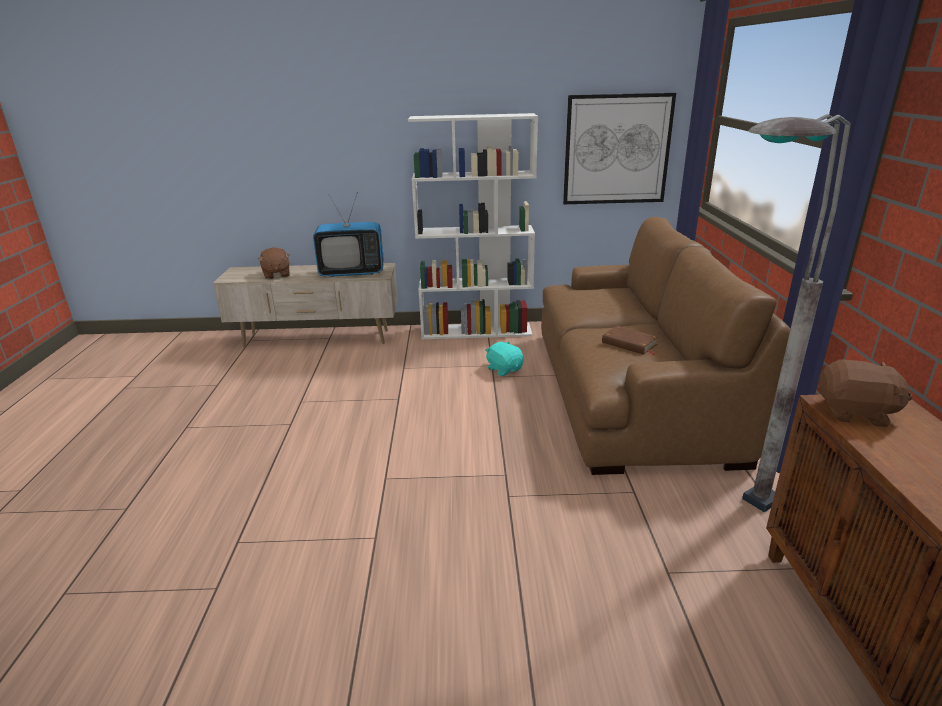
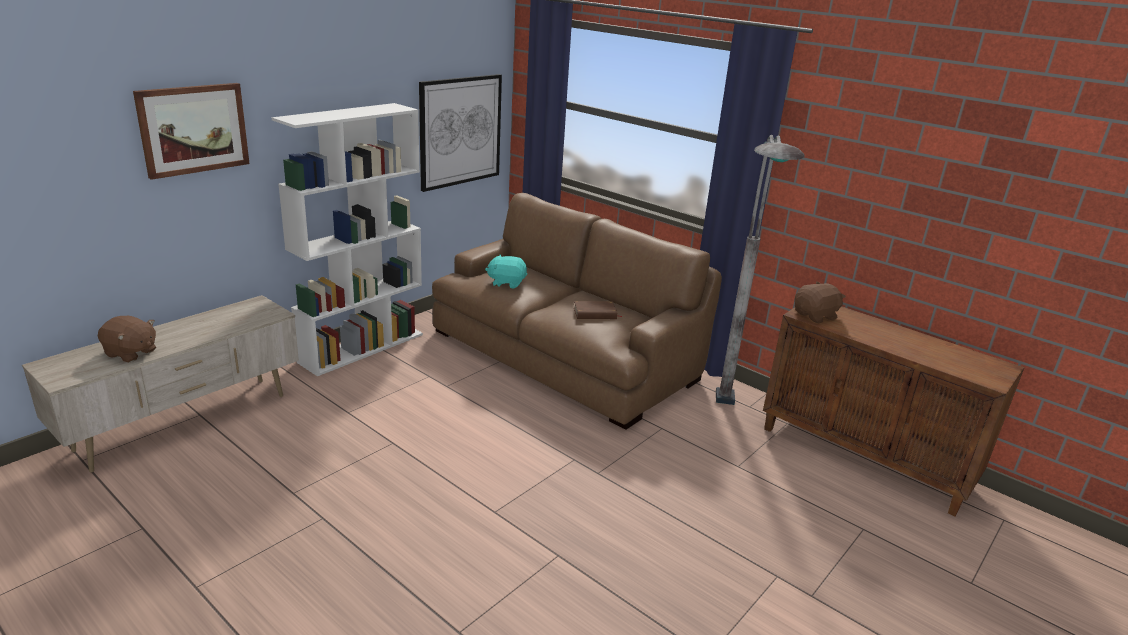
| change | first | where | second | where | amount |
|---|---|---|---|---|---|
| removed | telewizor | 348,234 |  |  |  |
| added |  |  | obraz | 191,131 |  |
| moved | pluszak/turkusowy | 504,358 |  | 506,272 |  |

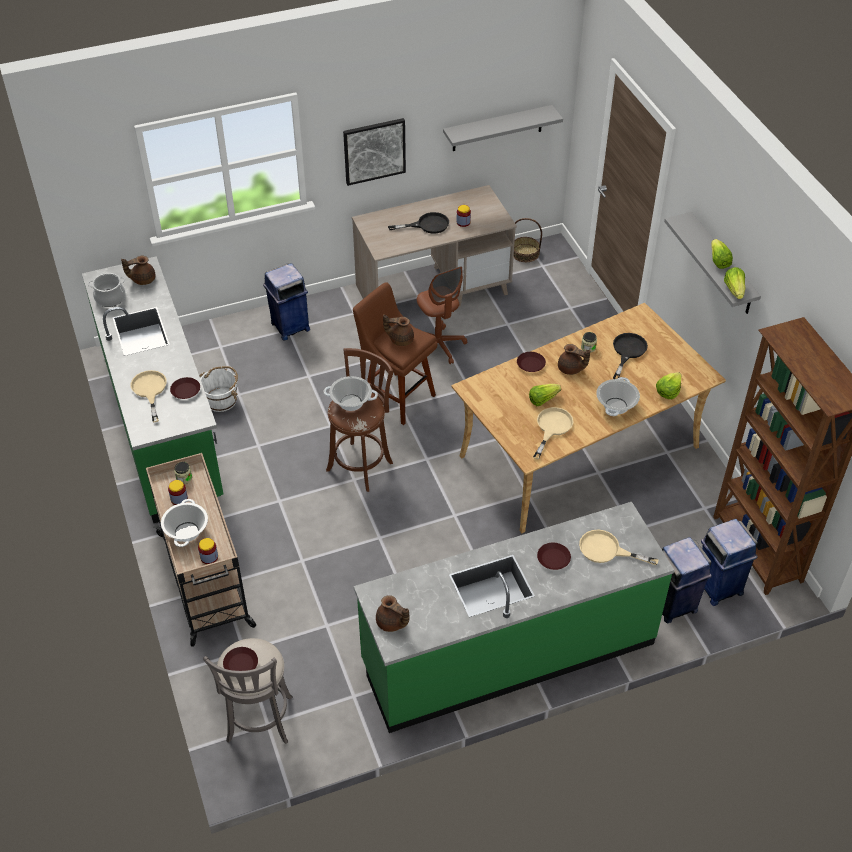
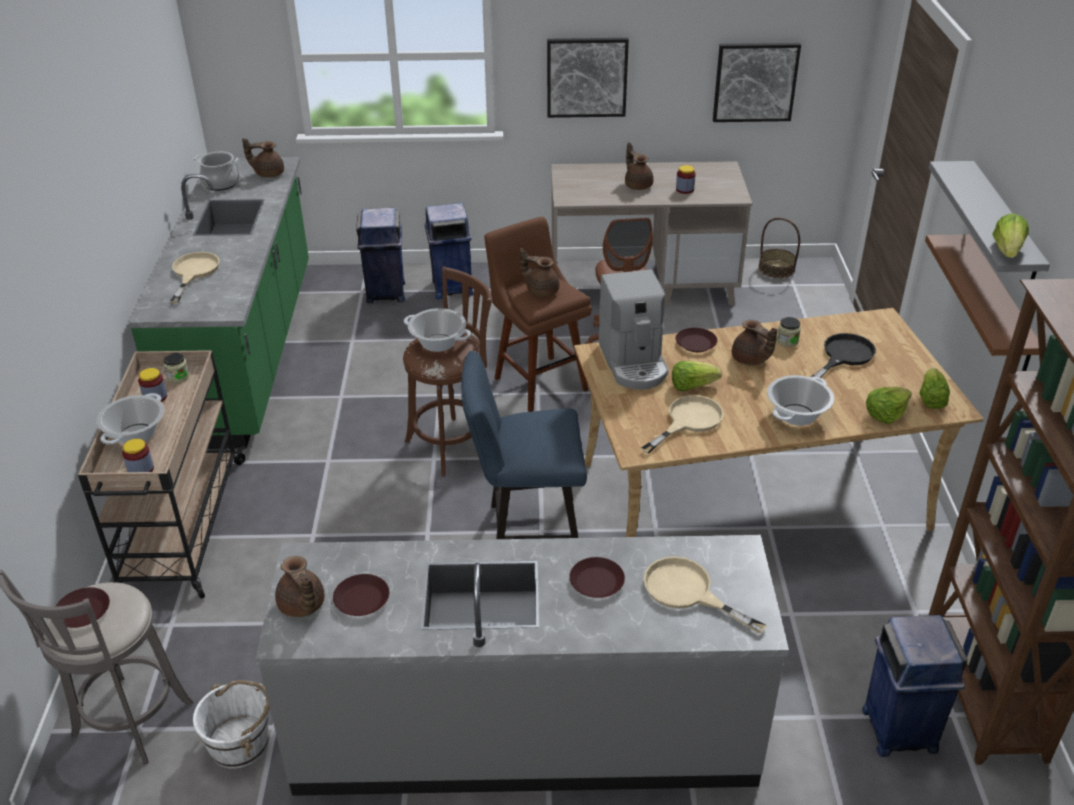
| change | first | where | second | where | amount |
|---|---|---|---|---|---|
| added |  |  | krzesło/niebieski | 524,445 |  |
| added |  |  | ekspres do kawy | 634,329 |  |
| added |  |  | półka/brązowy | 982,302 |  |
| moved | talerz/brązowy | 185,388 |  | 361,595 |  |
| moved | wiadro/biały | 218,389 |  | 231,724 |  |
| moved | kosz na śmieci/niebieski | 687,580 |  | 380,255 |  |
| moved | sałata | 722,254 |  | 934,388 |  |
| replaced | patelnia/czarny | 418,223 | imbryk/brązowy | 639,166 |  |
| replaced | półka/szary | 503,128 | obraz | 757,82 |  |
| recoloured | zabudowa kuchenna/zielony | 514,617 | zabudowa kuchenna/szary | 522,665 |  |

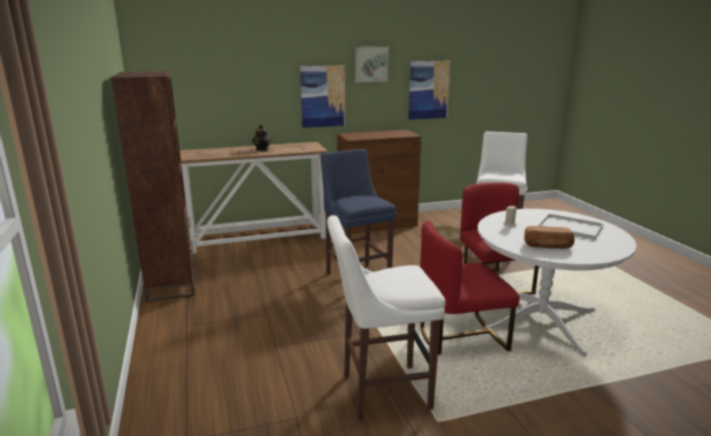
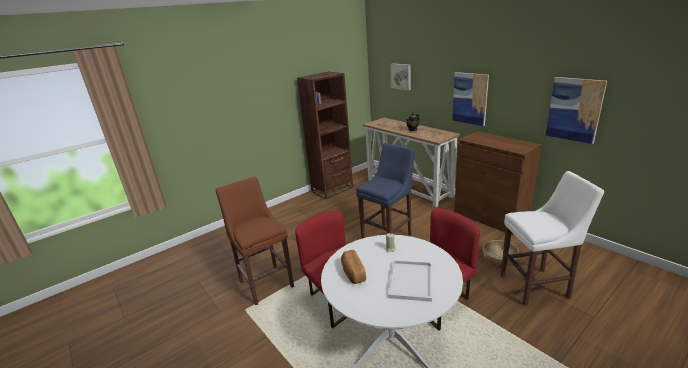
| change | first | where | second | where | amount |
|---|---|---|---|---|---|
| moved | obraz | 372,64 |  | 400,76 |  |
| recoloured | stołek/biały | 386,318 | stołek/brązowy | 255,241 |  |

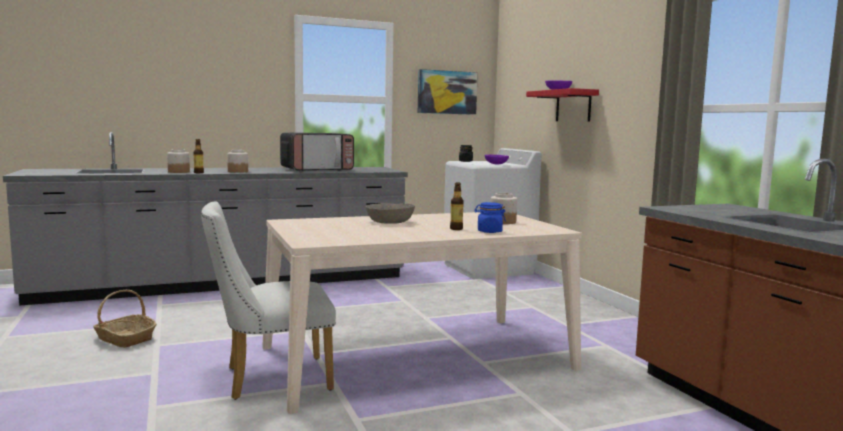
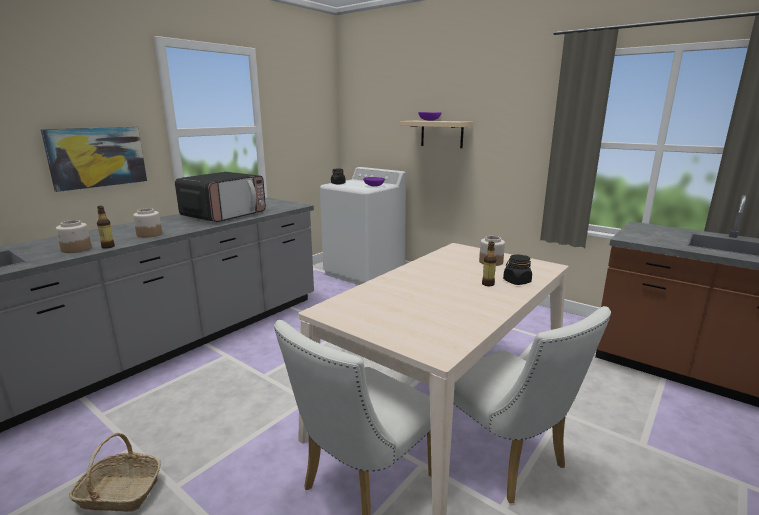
| change | first | where | second | where | amount |
|---|---|---|---|---|---|
| removed | miska/szary | 390,213 |  |  |  |
| added |  |  | krzesło/biały | 532,404 |  |
| moved | obraz | 448,92 |  | 93,159 |  |
| recoloured | słoik/niebieski | 490,217 | słoik/czarny | 517,270 |  |
| recoloured | półka/czerwony | 562,105 | półka/beżowy | 436,134 |  |

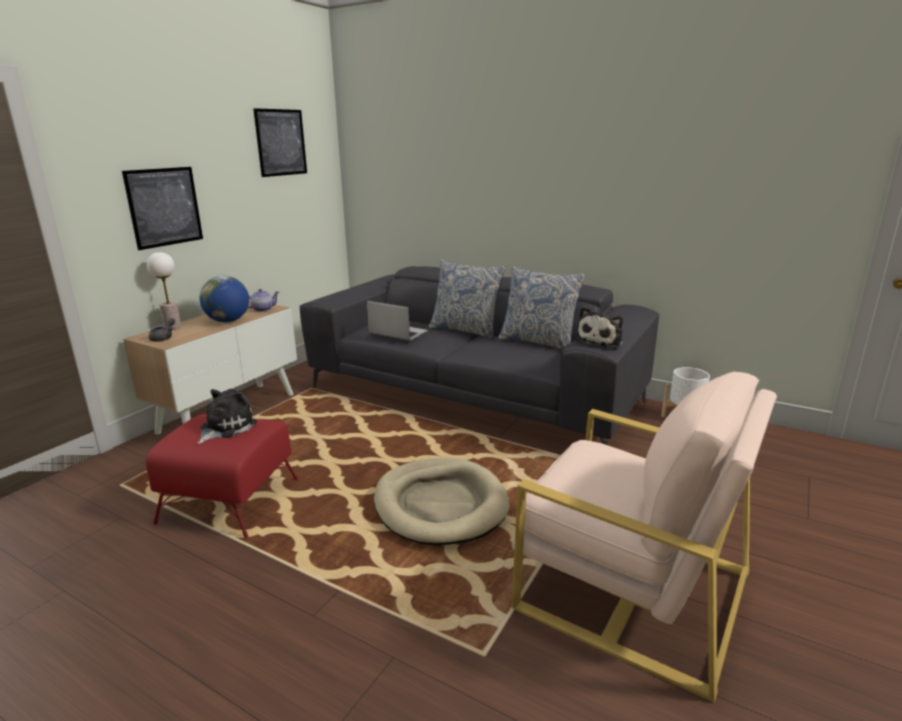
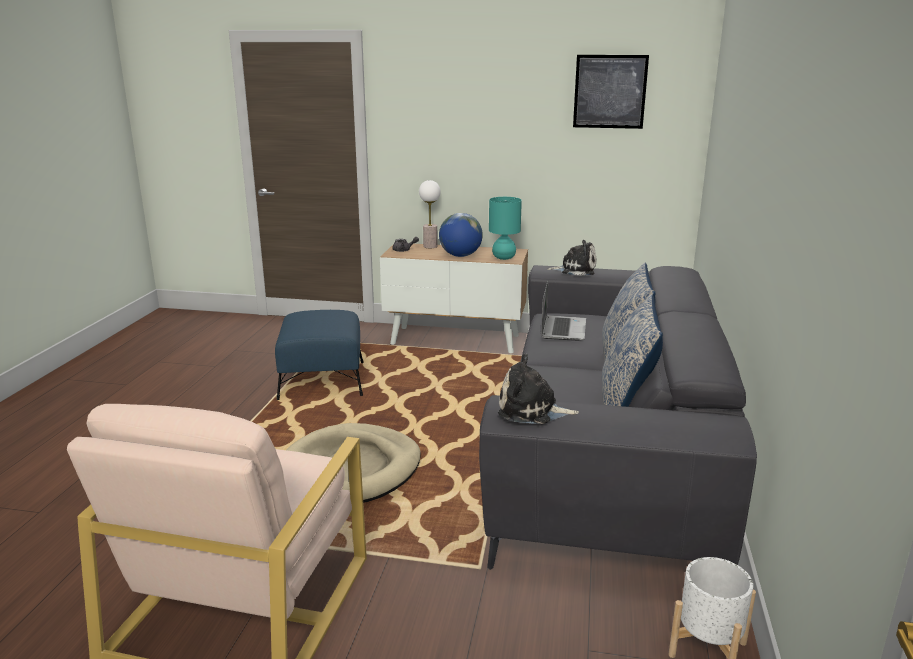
| change | first | where | second | where | amount |
|---|---|---|---|---|---|
| removed | obraz | 162,208 |  |  |  |
| moved | pluszak | 227,416 |  | 572,258 |  |
| replaced | imbryk | 263,300 | lampa stołowa/turkusowy | 505,228 |  |
| recoloured | pufa/czerwony | 221,476 | pufa/niebieski | 319,355 |  |

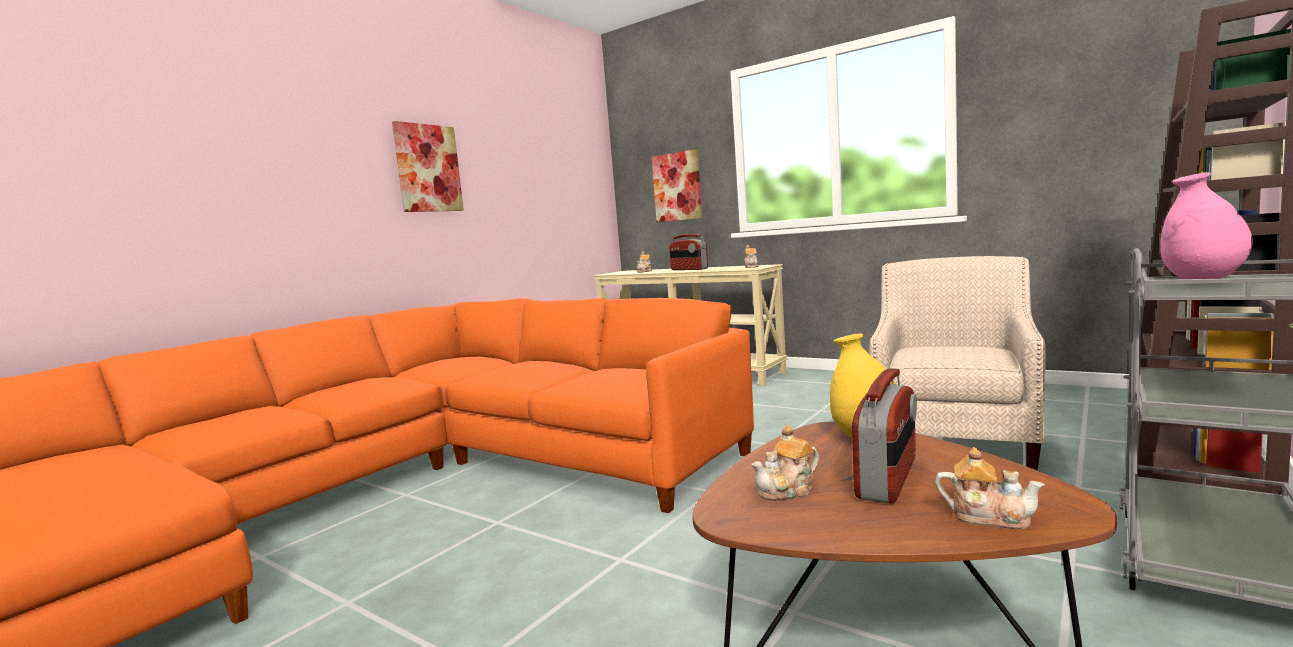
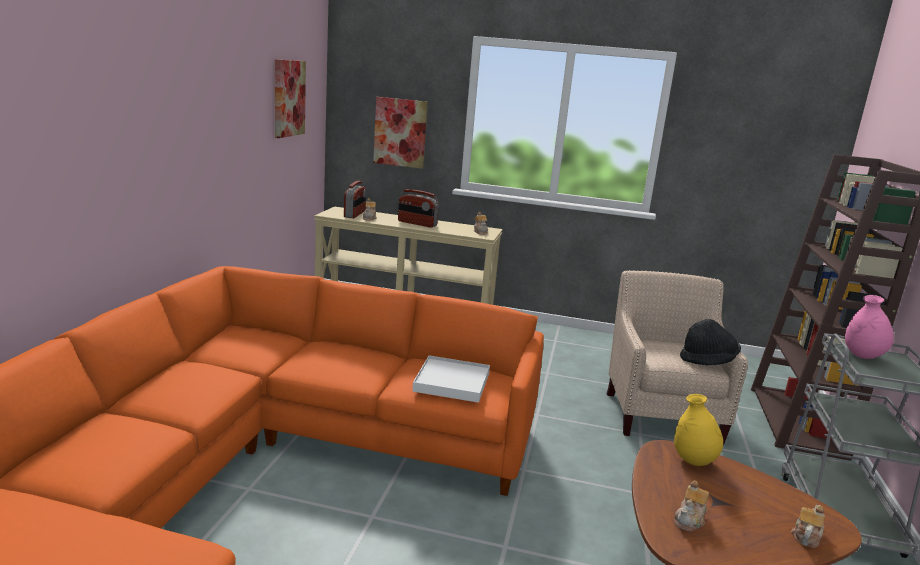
| change | first | where | second | where | amount |
|---|---|---|---|---|---|
| added |  |  | taca/biały | 451,379 |  |
| added |  |  | kapelusz/czarny | 710,342 |  |
| moved | obraz | 428,166 |  | 290,98 |  |
| moved | radio | 884,435 |  | 355,199 |  |
| turned | imbryk | 990,488 |  | 808,526 | 60 degrees counterclockwise |

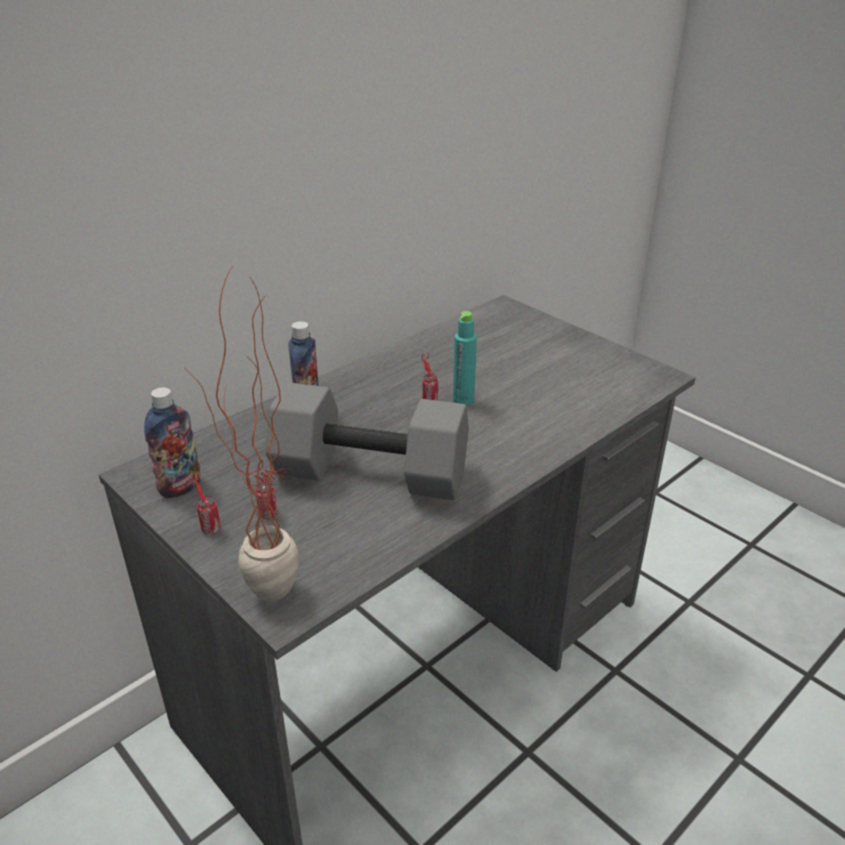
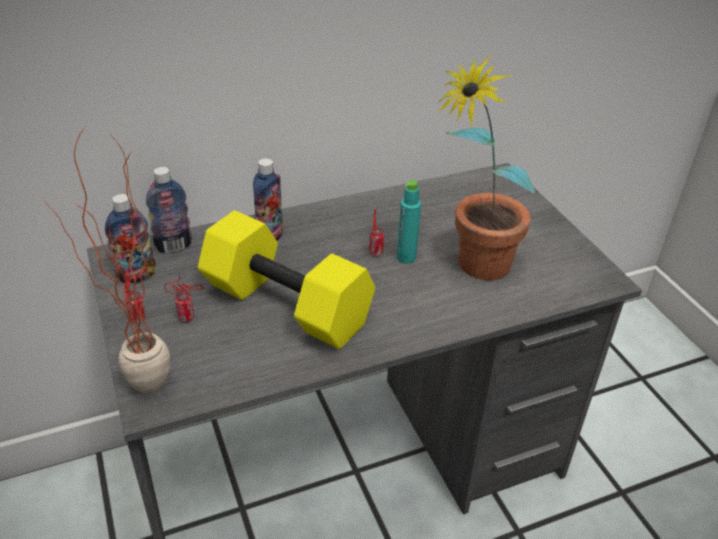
| change | first | where | second | where | amount |
|---|---|---|---|---|---|
| added |  |  | butelka | 169,210 |  |
| added |  |  | roślina doniczkowa | 486,167 |  |
| recoloured | hantel/szary | 367,441 | hantel/żółty | 286,279 |  |

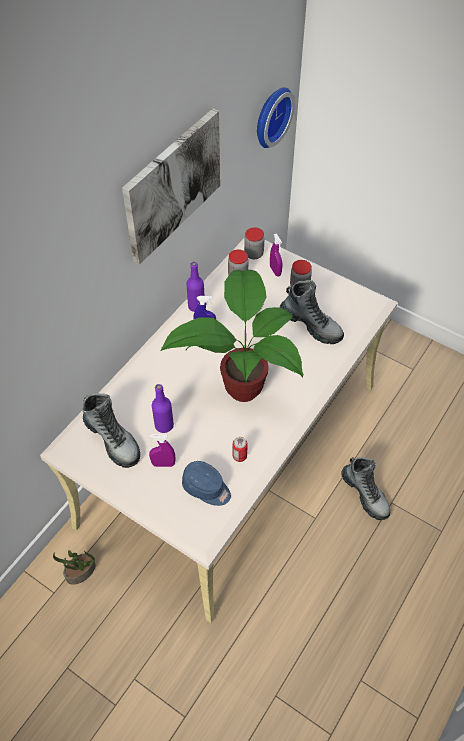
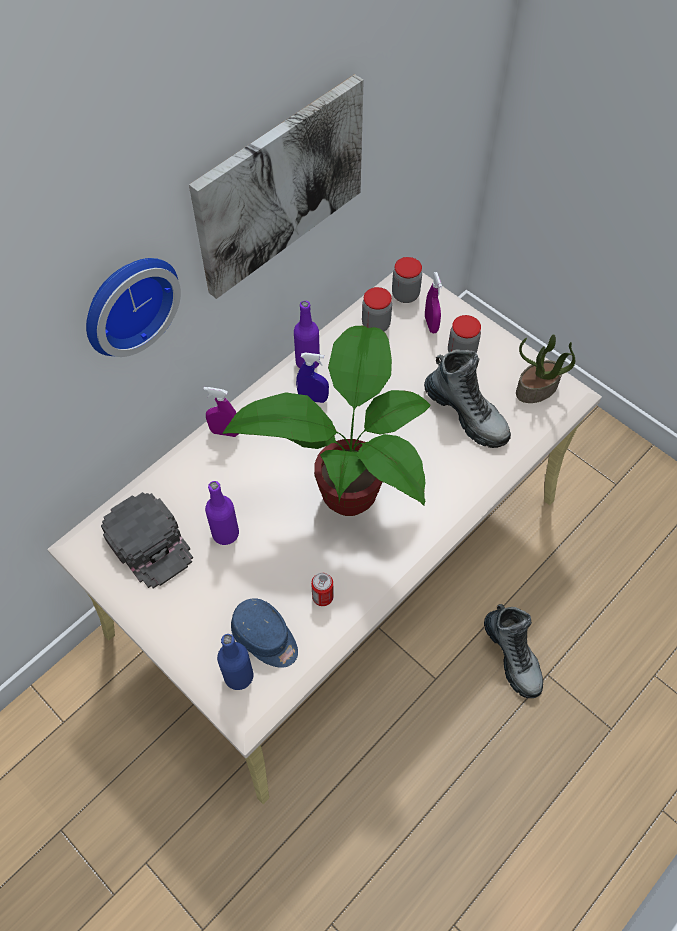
| change | first | where | second | where | amount |
|---|---|---|---|---|---|
| added |  |  | butelka/niebieski | 235,662 |  |
| moved | roślina doniczkowa | 74,567 |  | 545,368 |  |
| moved | spryskiwacz/fioletowy | 162,450 |  | 221,412 |  |
| moved | zegar ścienny | 276,117 |  | 133,307 |  |
| replaced | but z cholewką | 111,430 | czapka z daszkiem/czarny | 147,540 |  |

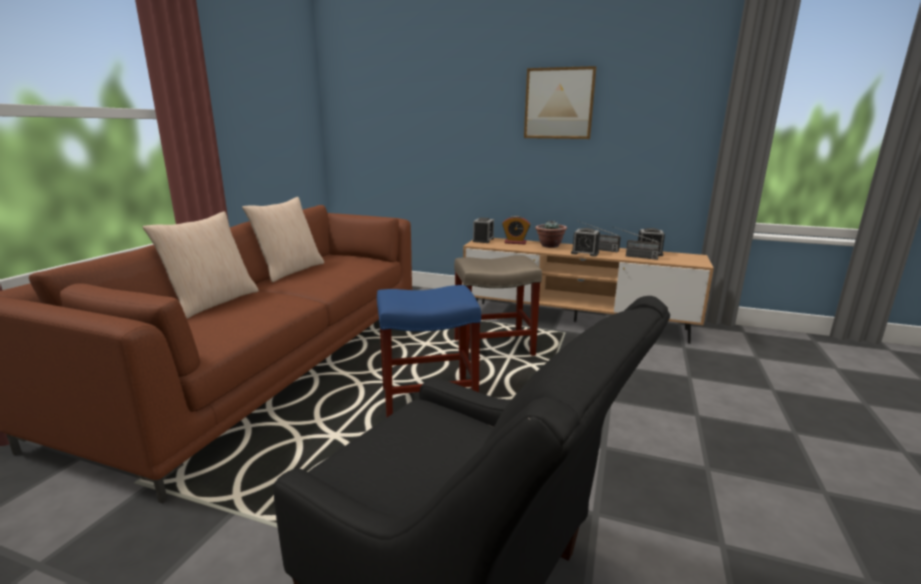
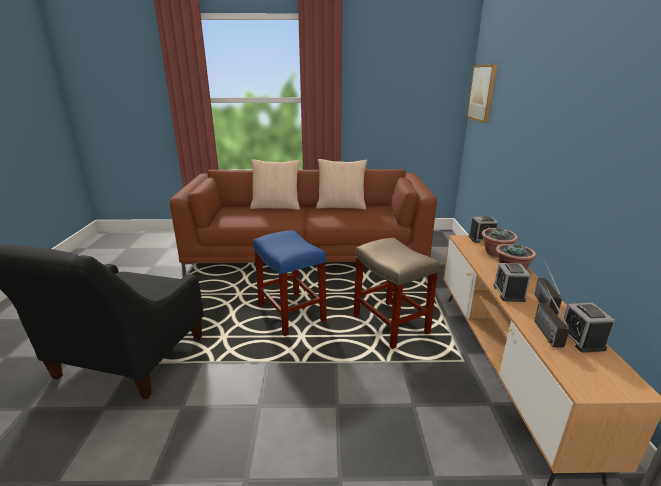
| change | first | where | second | where | amount |
|---|---|---|---|---|---|
| moved | obraz | 560,102 |  | 482,93 |  |
| replaced | budzik | 516,230 | roślina doniczkowa | 500,242 |  |

